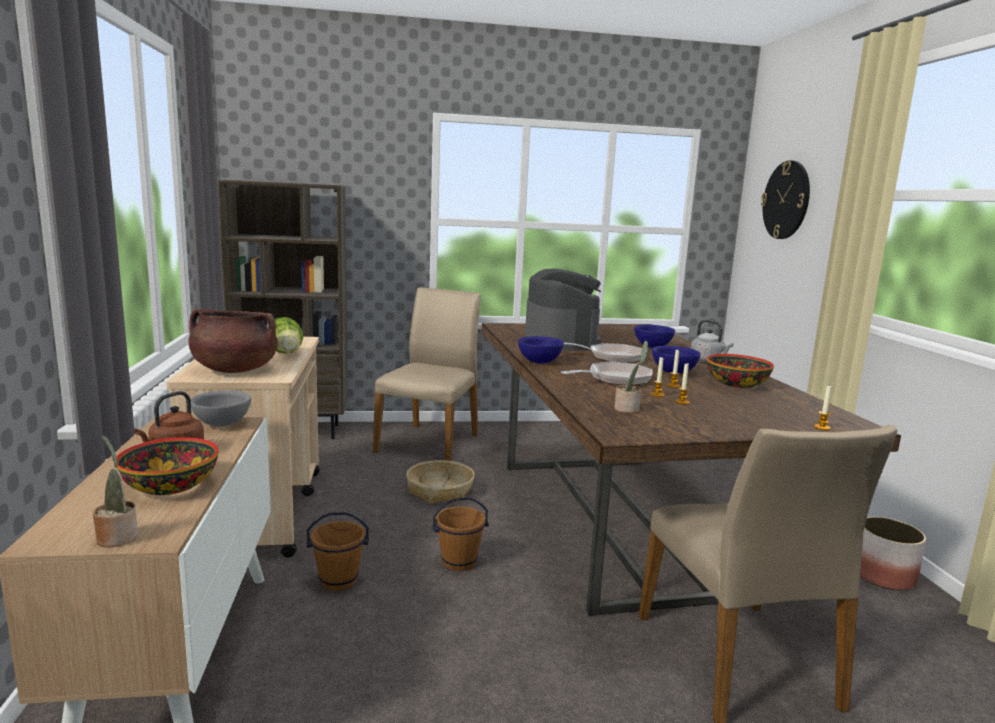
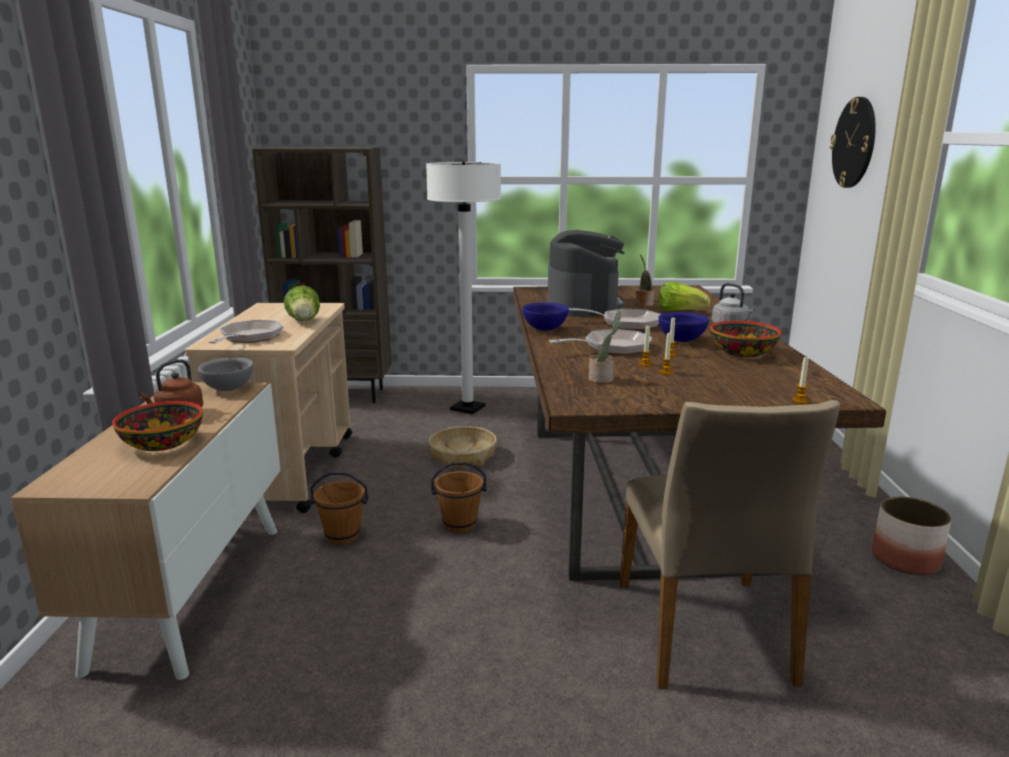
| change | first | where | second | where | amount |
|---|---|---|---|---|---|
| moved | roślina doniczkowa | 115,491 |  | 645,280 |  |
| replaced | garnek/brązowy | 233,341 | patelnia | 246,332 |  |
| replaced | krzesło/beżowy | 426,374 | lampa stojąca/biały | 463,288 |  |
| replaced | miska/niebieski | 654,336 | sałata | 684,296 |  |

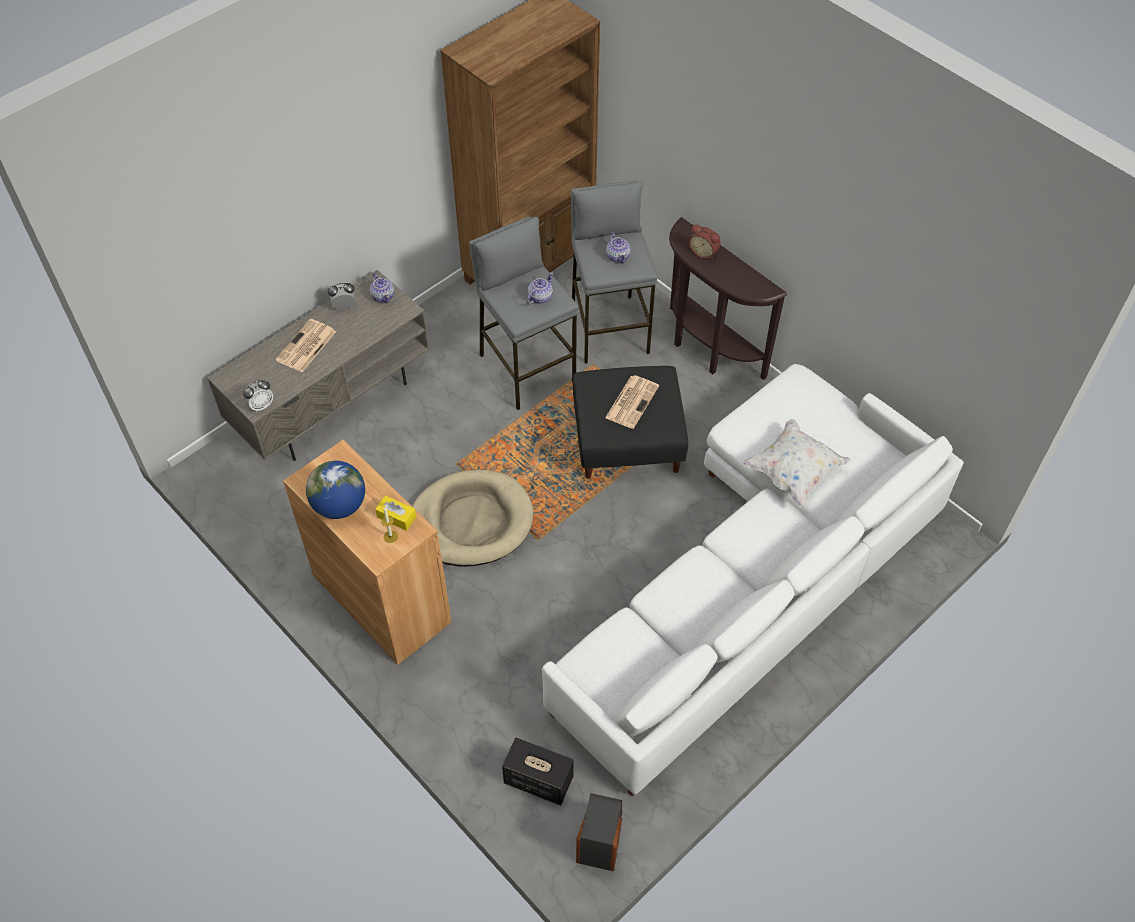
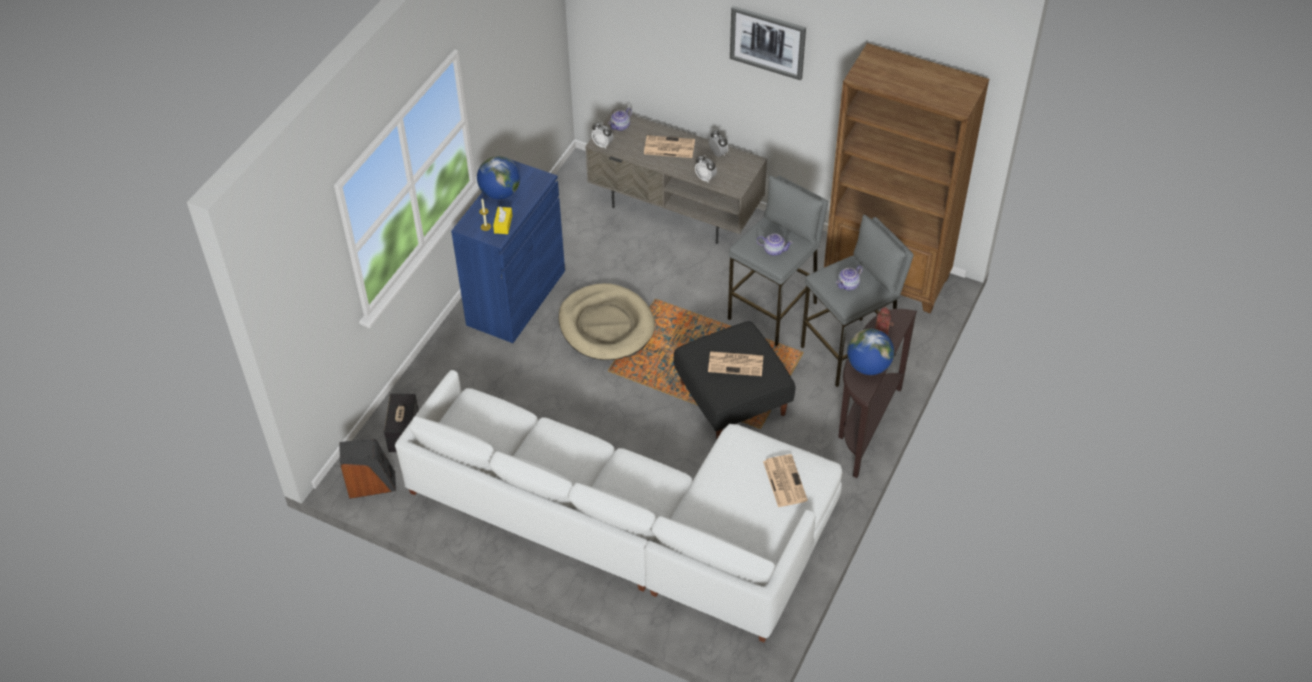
| change | first | where | second | where | amount |
|---|---|---|---|---|---|
| removed | poduszka/biały | 796,463 |  |  |  |
| added |  |  | budzik | 706,169 |  |
| added |  |  | obraz | 768,43 |  |
| added |  |  | gazeta | 785,480 |  |
| added |  |  | globus | 870,352 |  |
| moved | imbryk | 382,288 |  | 620,119 |  |
| recoloured | szafka/brązowy | 367,552 | szafka/niebieski | 508,251 |  |

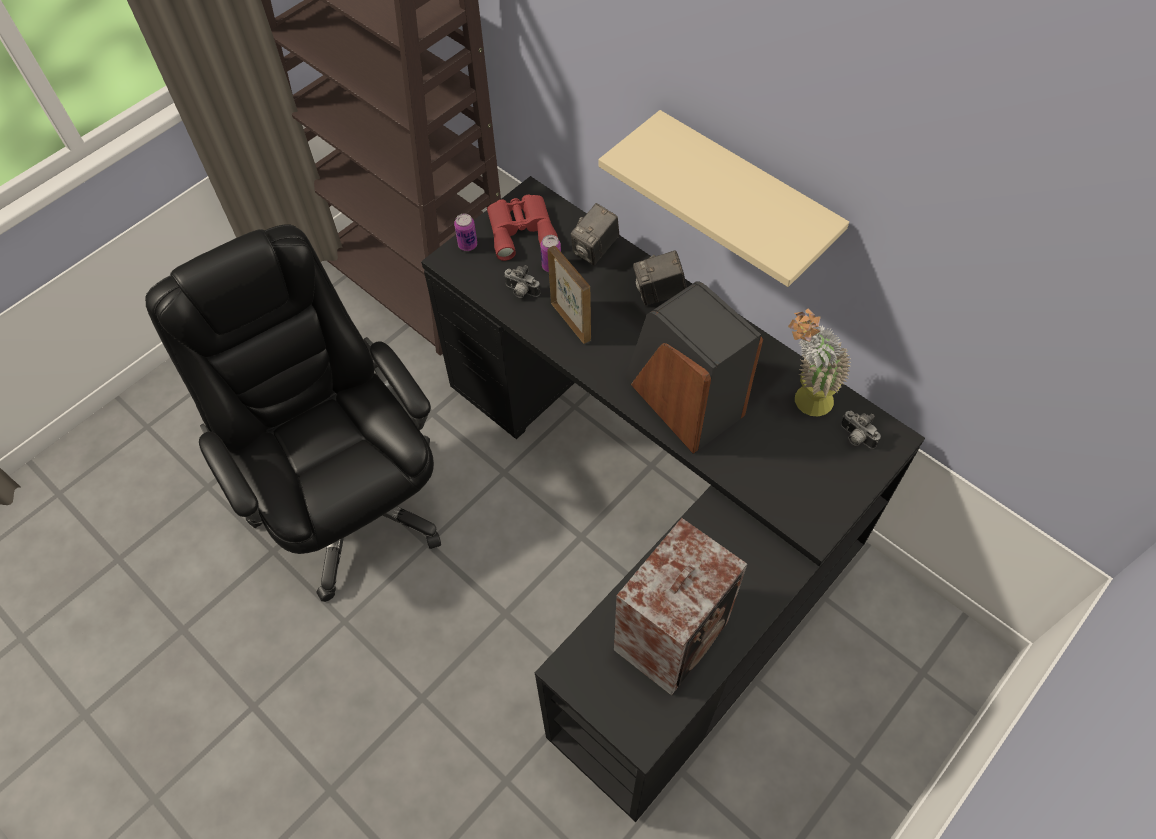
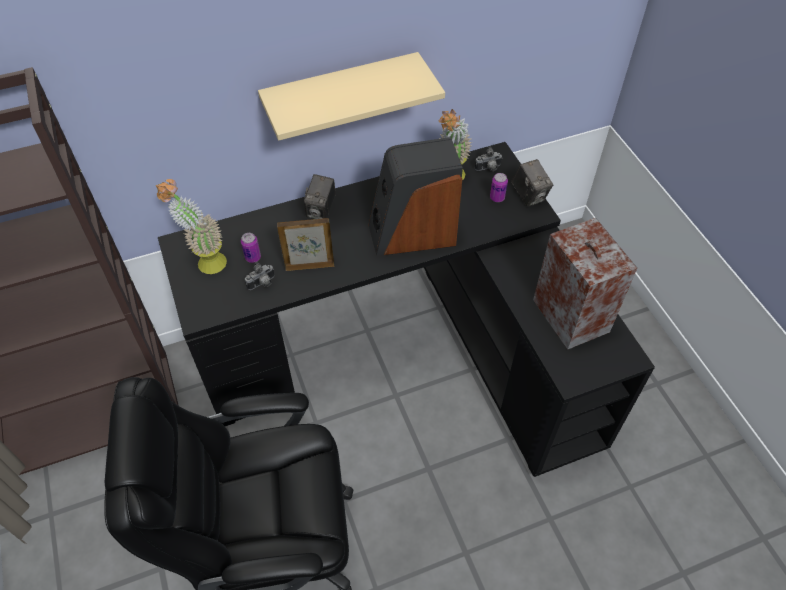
| change | first | where | second | where | amount |
|---|---|---|---|---|---|
| moved | puszka | 465,232 |  | 499,187 |  |
| moved | aparat fotograficzny | 594,234 |  | 533,183 |  |
| replaced | lornetka/czerwony | 523,228 | roślina doniczkowa | 191,226 |  |

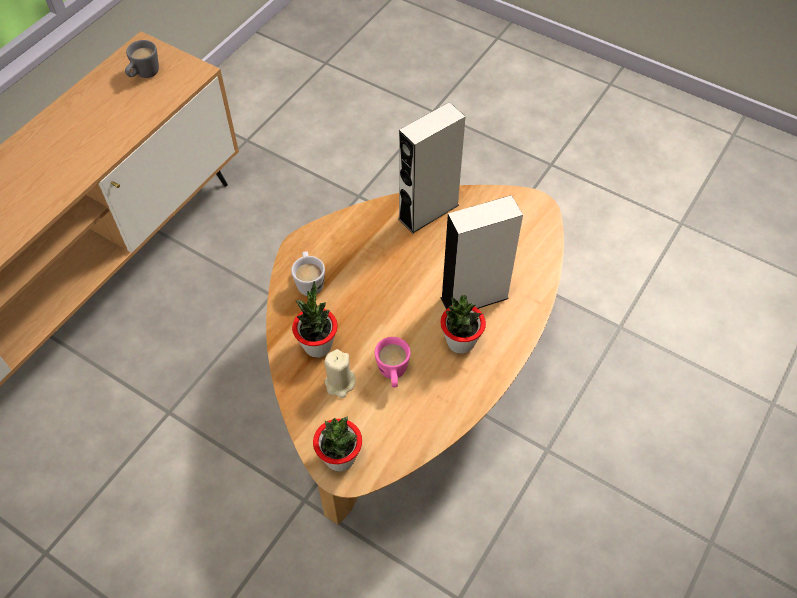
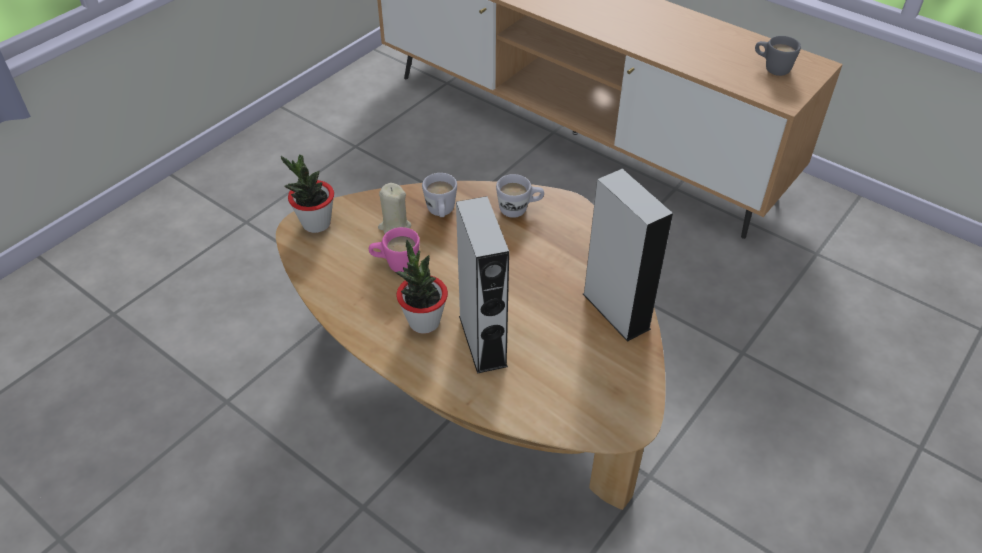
| change | first | where | second | where | amount |
|---|---|---|---|---|---|
| replaced | roślina doniczkowa | 315,319 | kubek/biały | 439,195 |  |

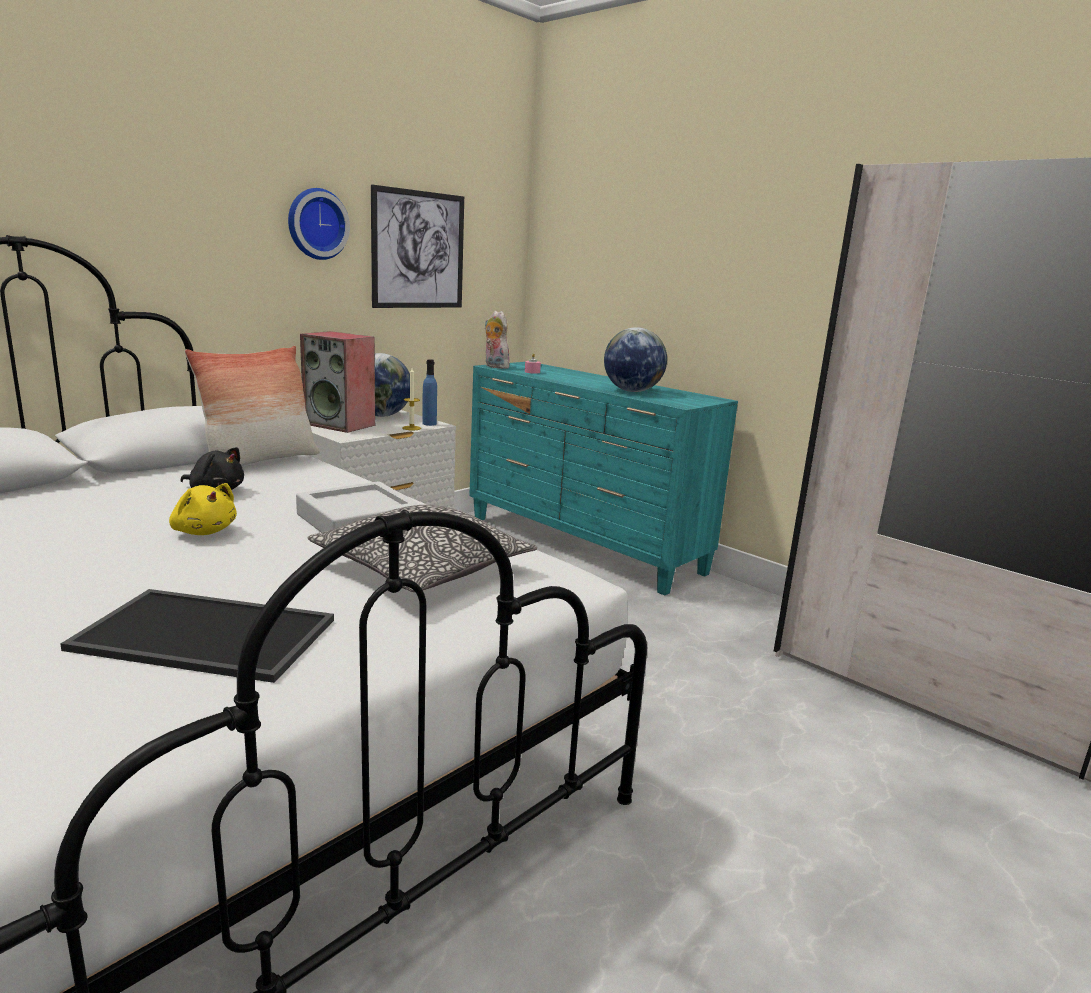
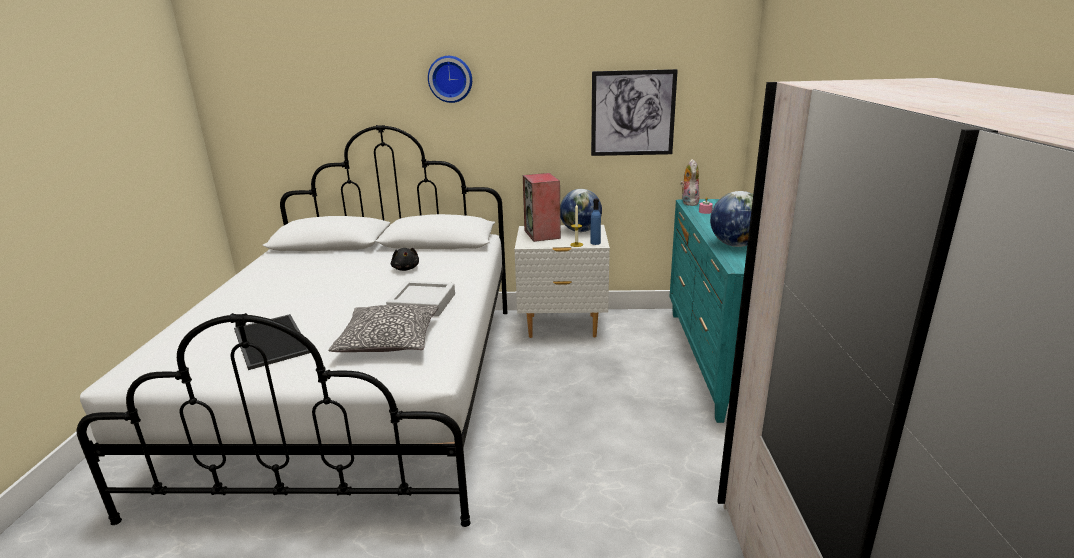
| change | first | where | second | where | amount |
|---|---|---|---|---|---|
| removed | pluszak/żółty | 203,509 |  |  |  |
| removed | poduszka | 252,406 |  |  |  |
| moved | zegar ścienny | 319,224 |  | 450,79 |  |

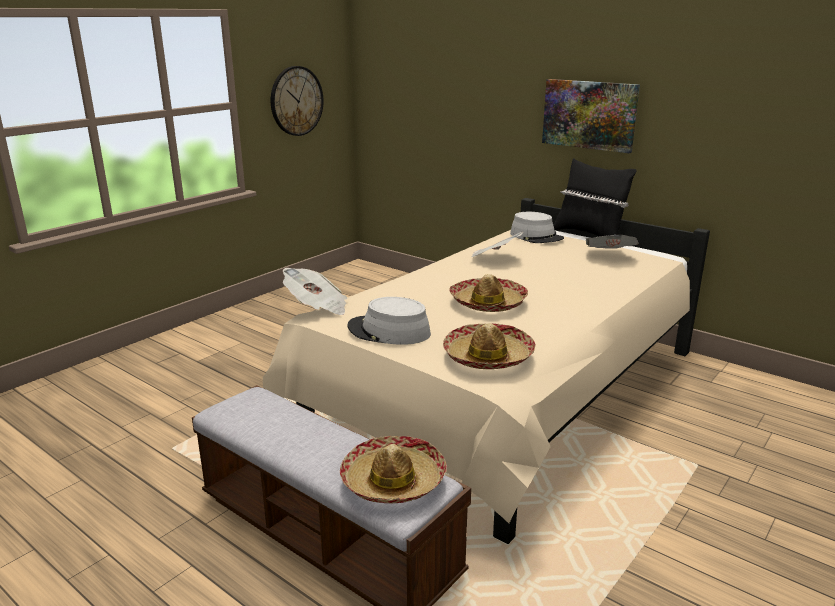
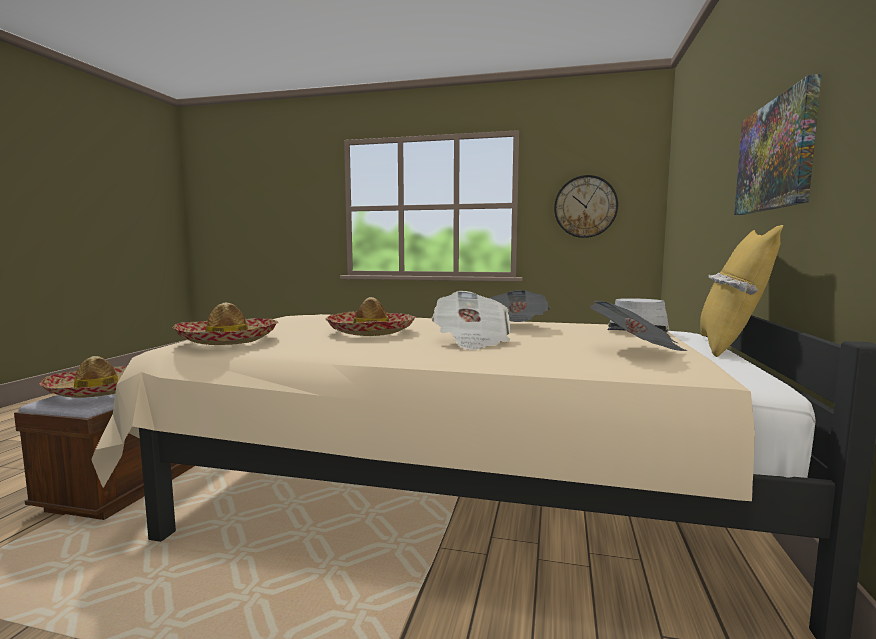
| change | first | where | second | where | amount |
|---|---|---|---|---|---|
| removed | kapelusz/szary | 389,321 |  |  |  |
| moved | gazeta | 315,291 |  | 471,320 |  |
| recoloured | poduszka/czarny | 595,198 | poduszka/żółty | 741,291 |  |

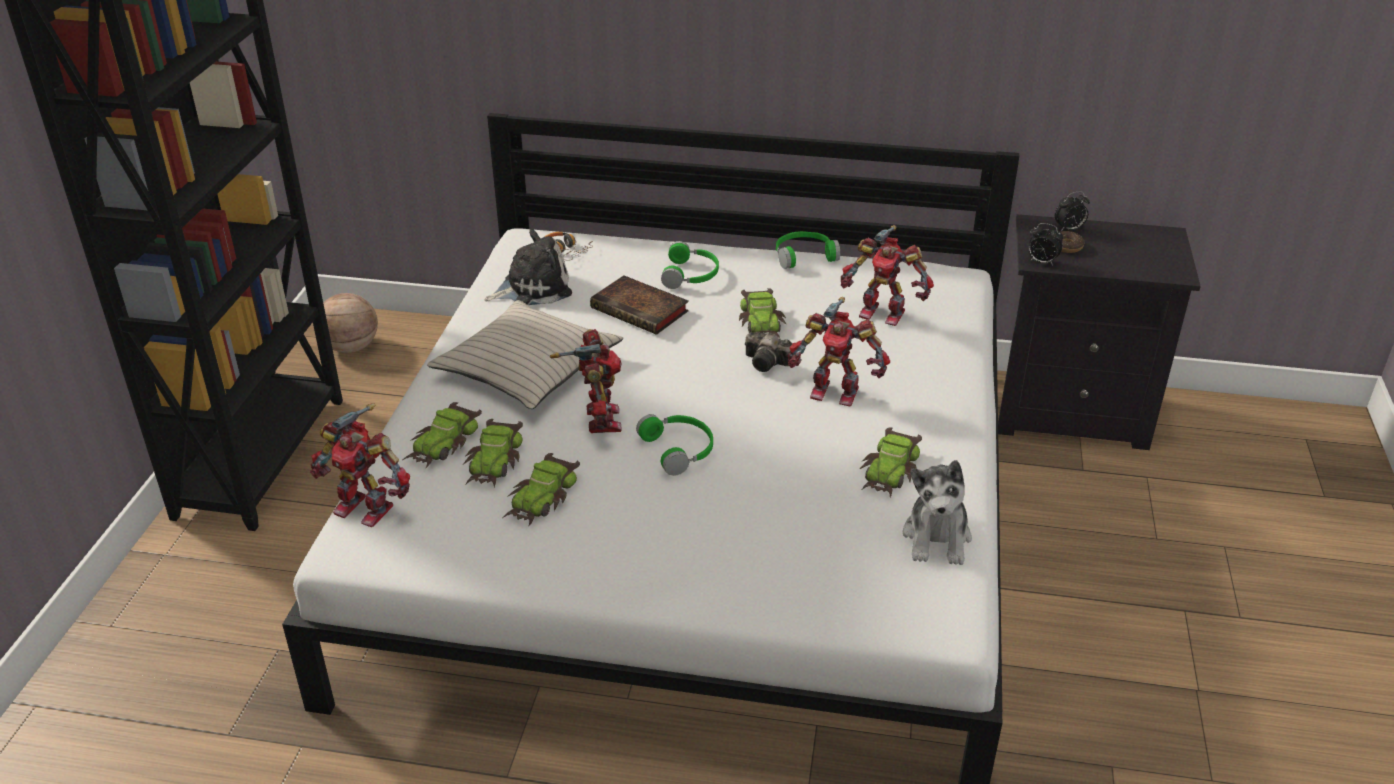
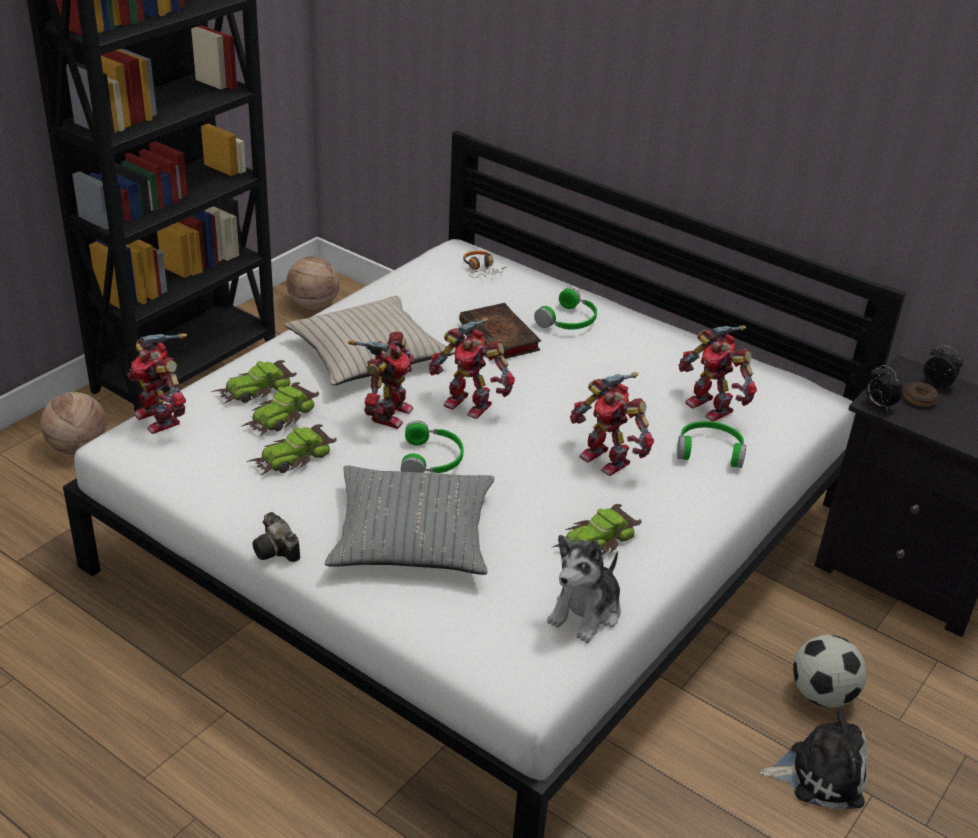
| change | first | where | second | where | amount |
|---|---|---|---|---|---|
| removed | samochodzik | 763,313 |  |  |  |
| added |  |  | piłka do koszykówki | 74,423 |  |
| added |  |  | poduszka/szary | 409,520 |  |
| added |  |  | robot zabawkowy | 472,368 |  |
| added |  |  | piłka futbolowa | 829,671 |  |
| moved | pluszak | 528,267 |  | 814,759 |  |
| moved | aparat fotograficzny | 768,352 |  | 276,537 |  |
| moved | słuchawki/zielony | 808,250 |  | 711,444 |  |
| turned | budzik | 1072,211 |  | 943,366 | 150 degrees counterclockwise |

